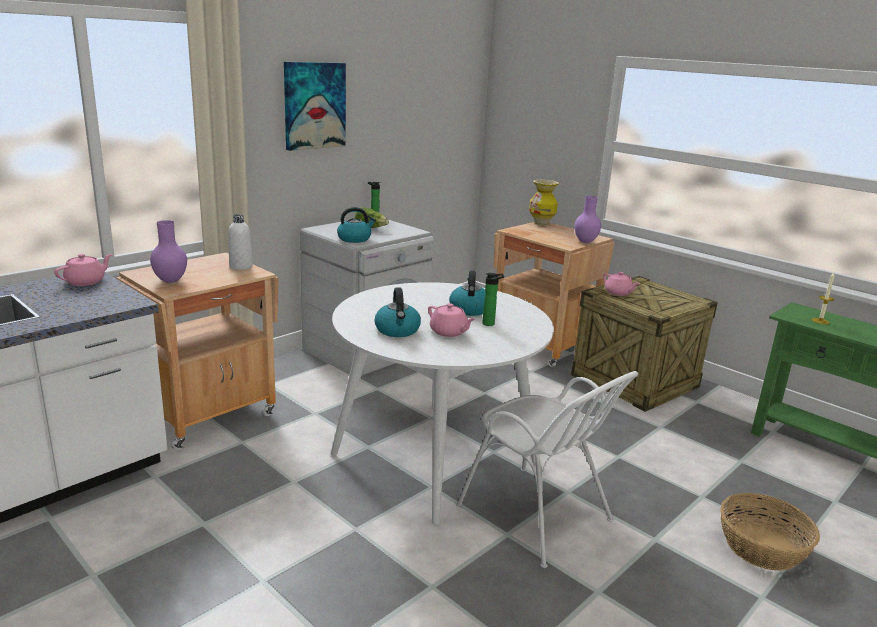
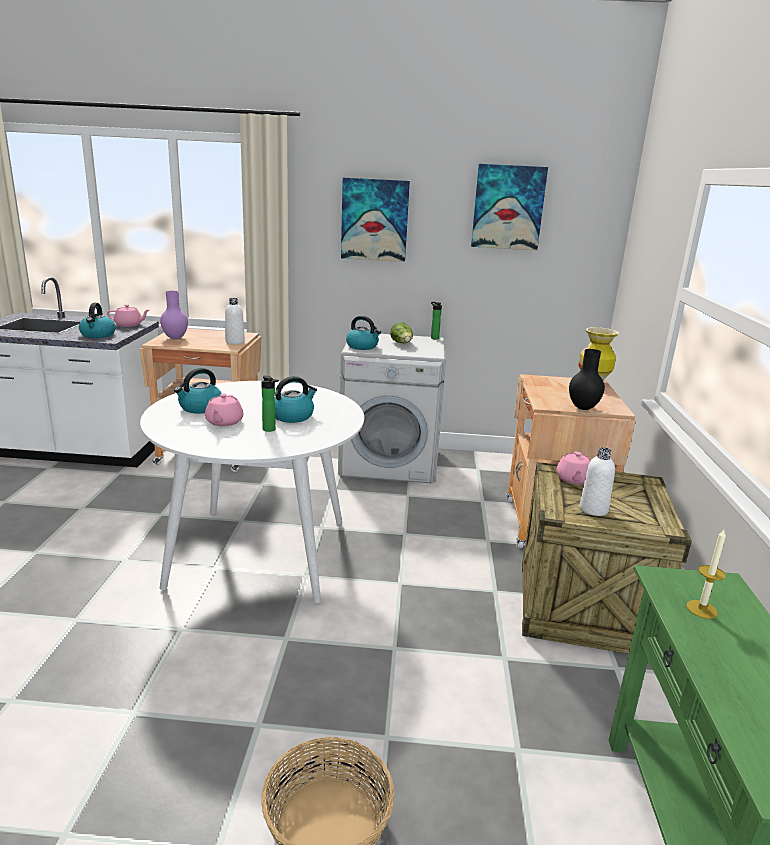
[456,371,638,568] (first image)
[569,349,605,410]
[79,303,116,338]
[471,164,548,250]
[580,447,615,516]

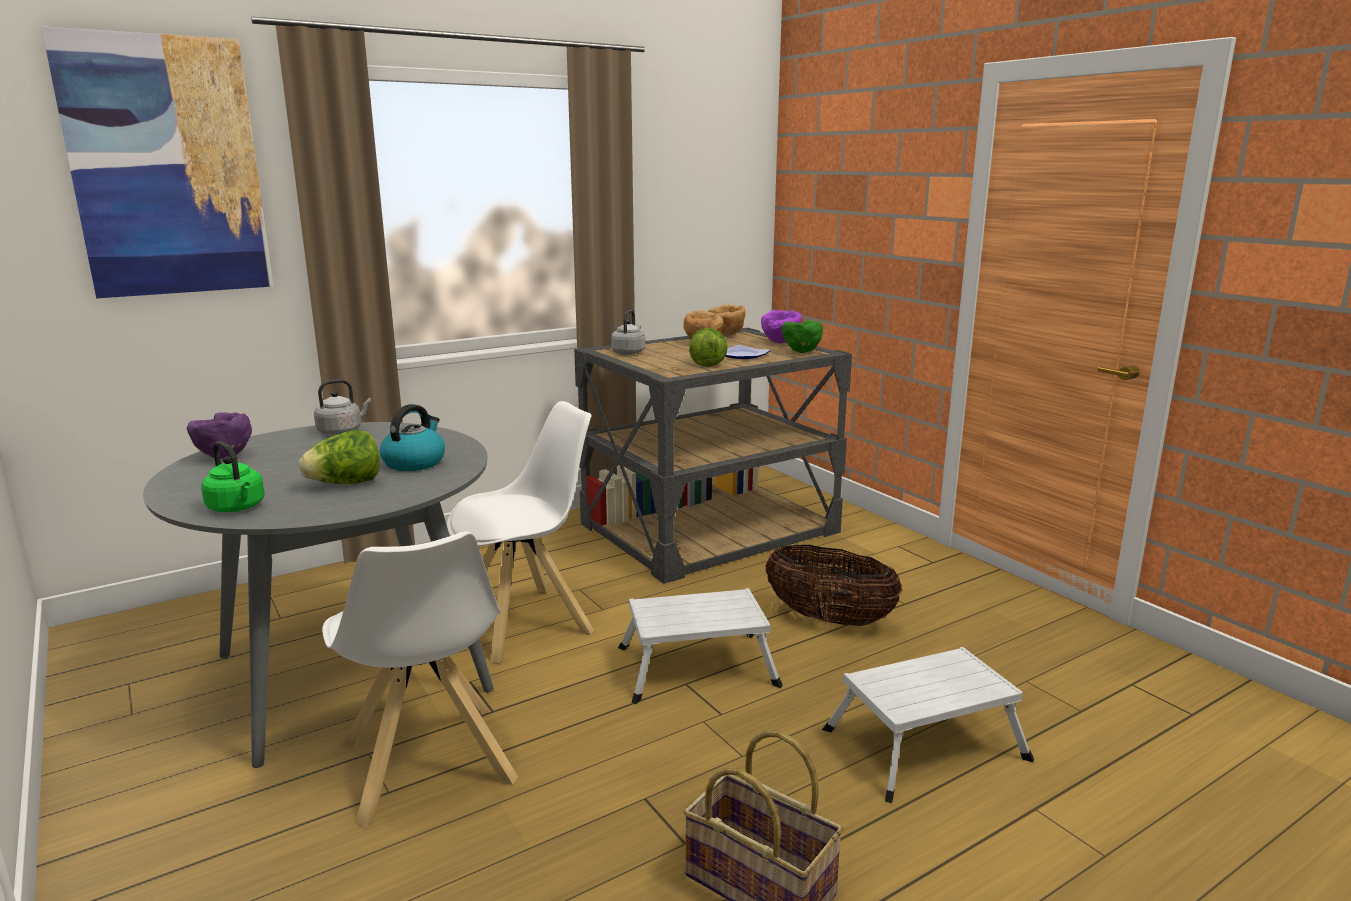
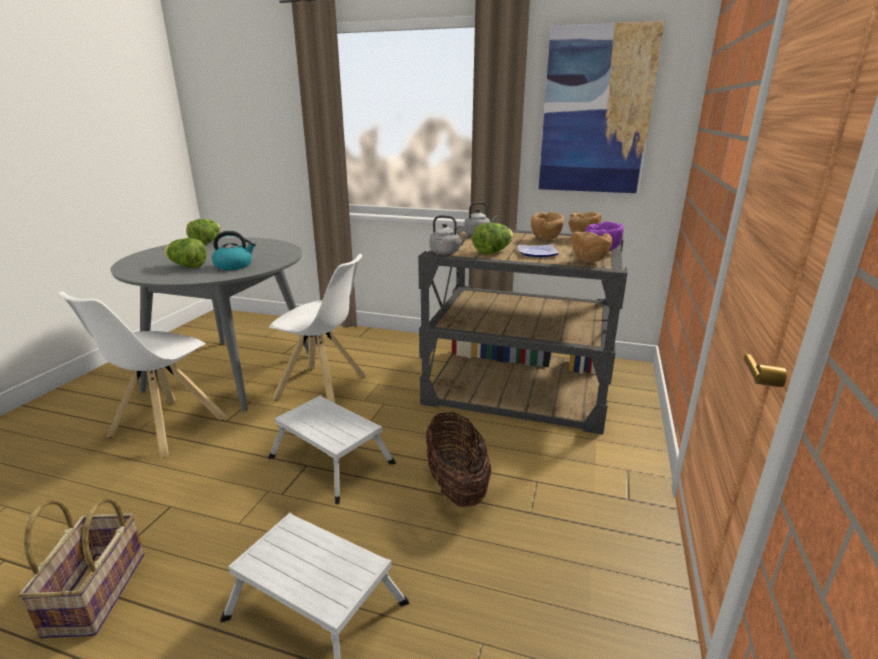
[539,21,665,193]
[186,219,221,245]
[201,441,264,512] (first image)
[430,215,468,255]
[572,231,613,263]

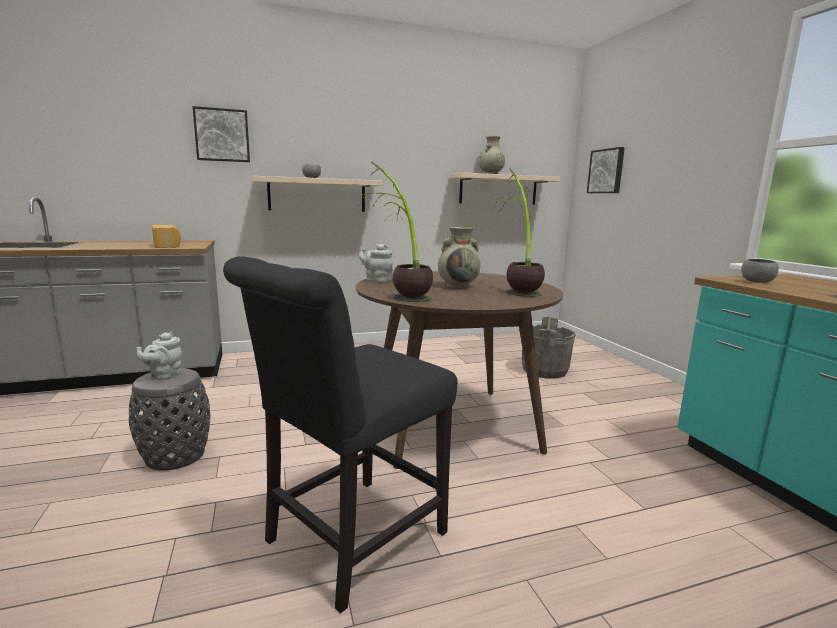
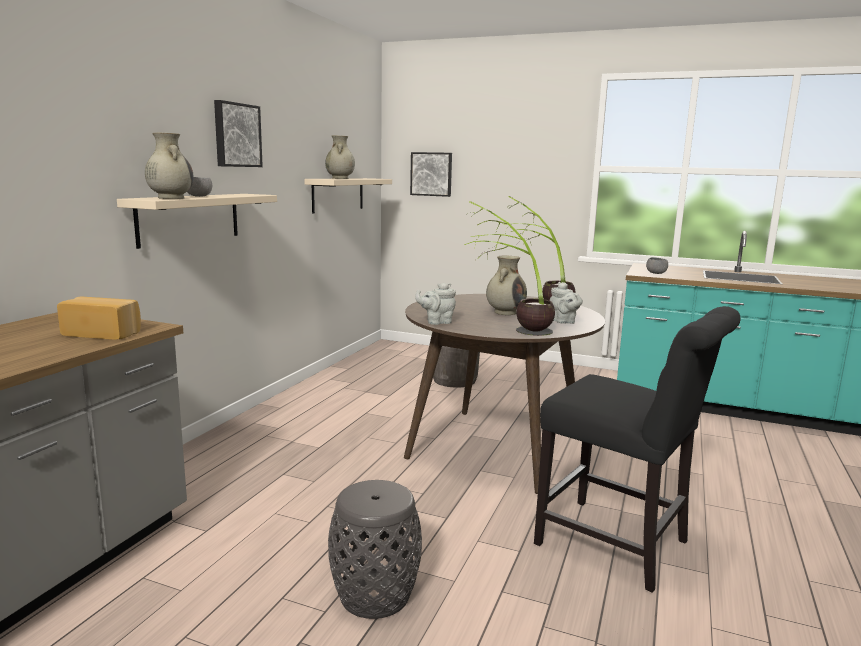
[550,282,583,324]
[214,100,263,167]
[534,306,740,593]
[145,133,194,199]

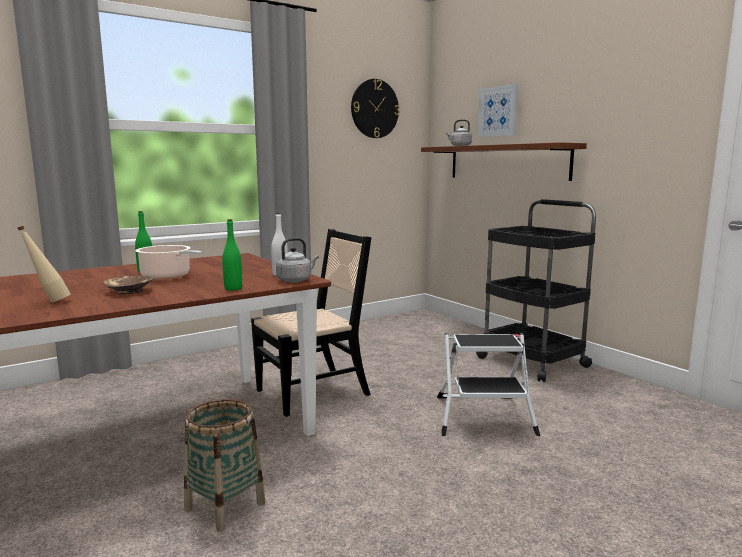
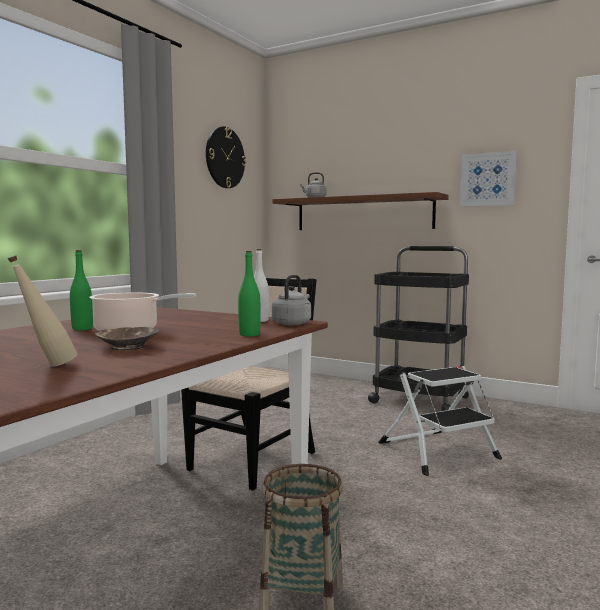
[460,151,517,207]

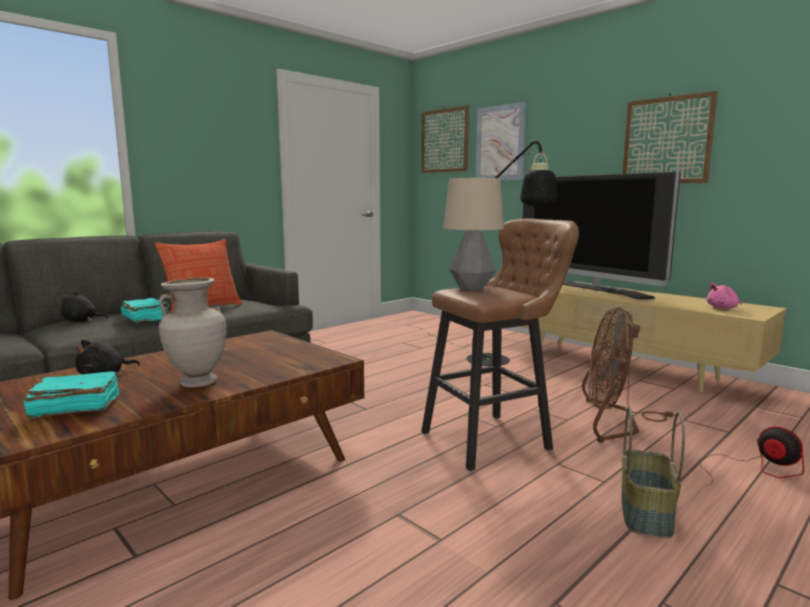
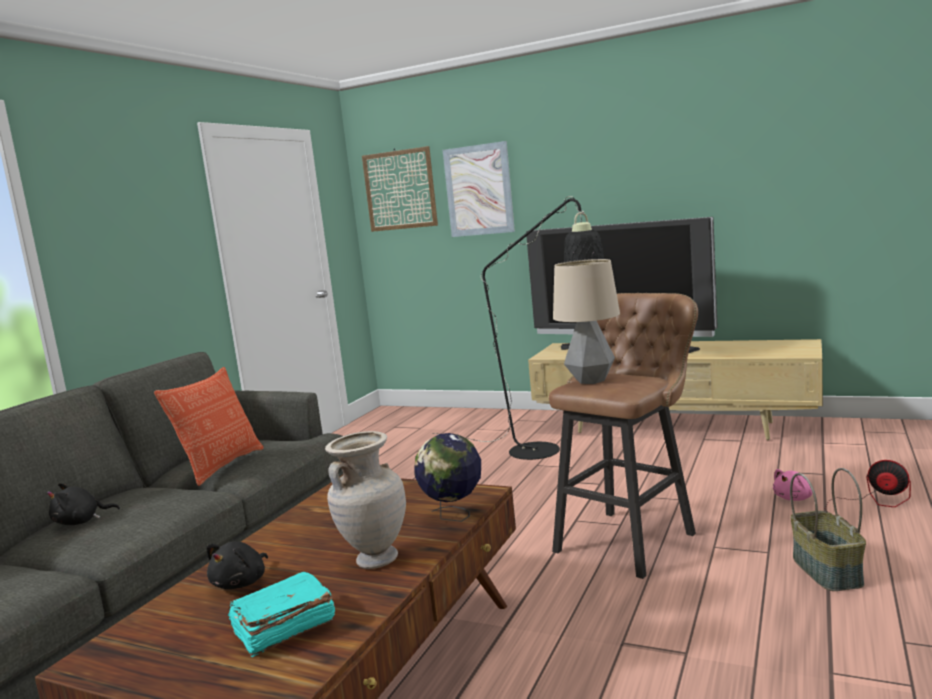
[121,298,170,323] (first image)
[582,307,676,443] (first image)
[622,91,718,184] (first image)
[773,469,813,501]
[415,433,481,522]

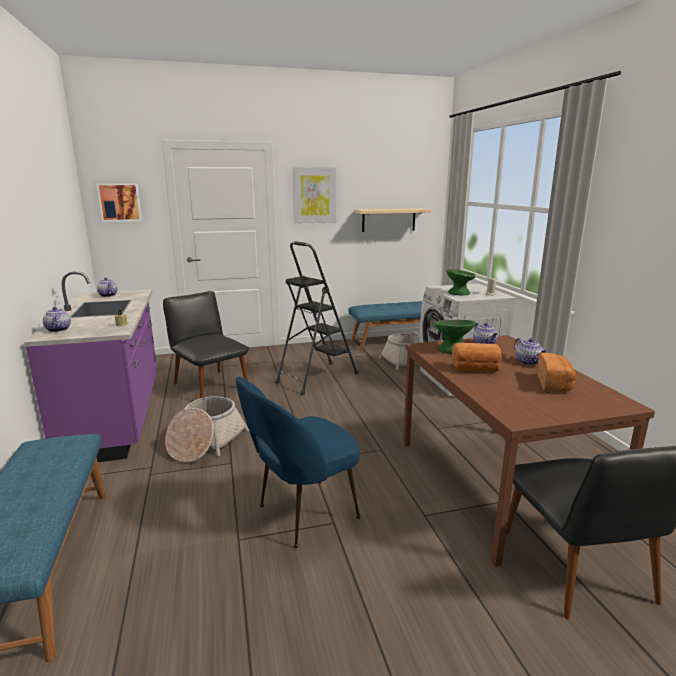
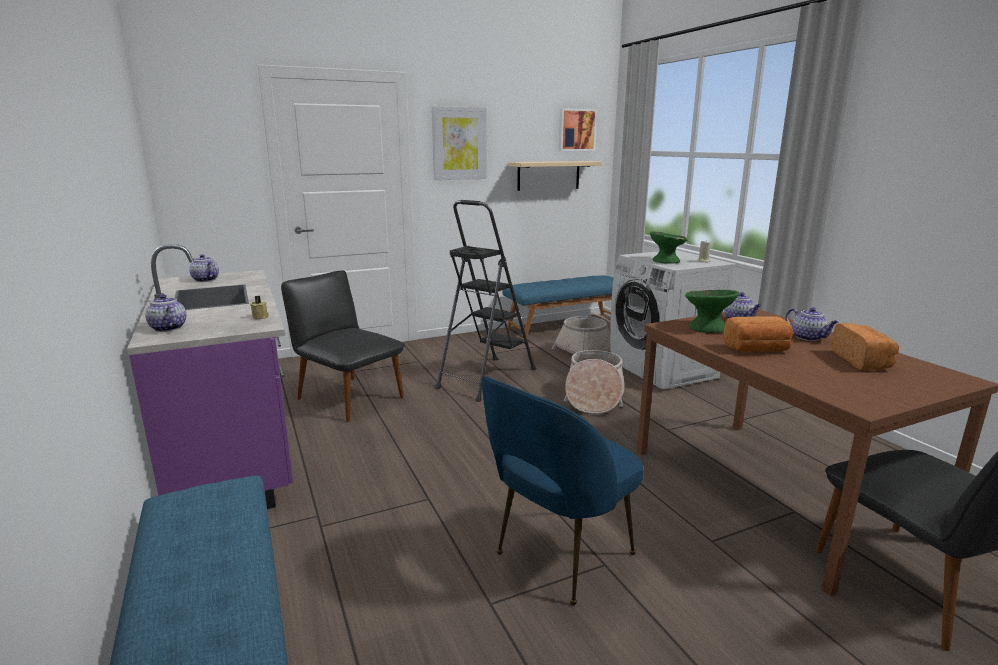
[559,108,597,151]
[564,350,625,414]

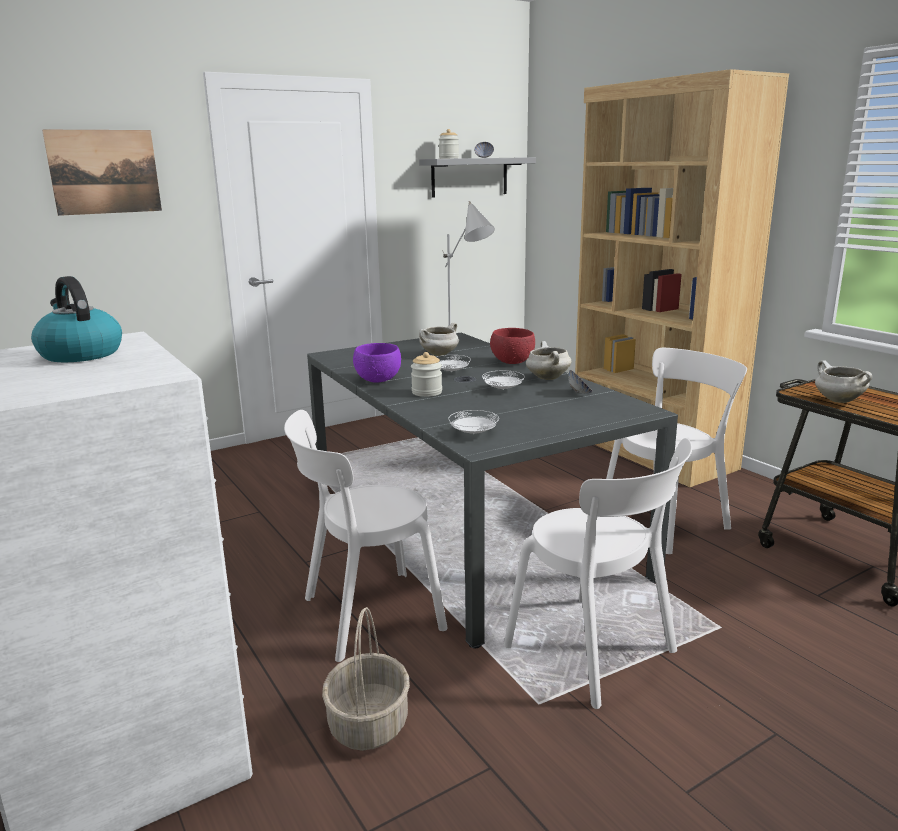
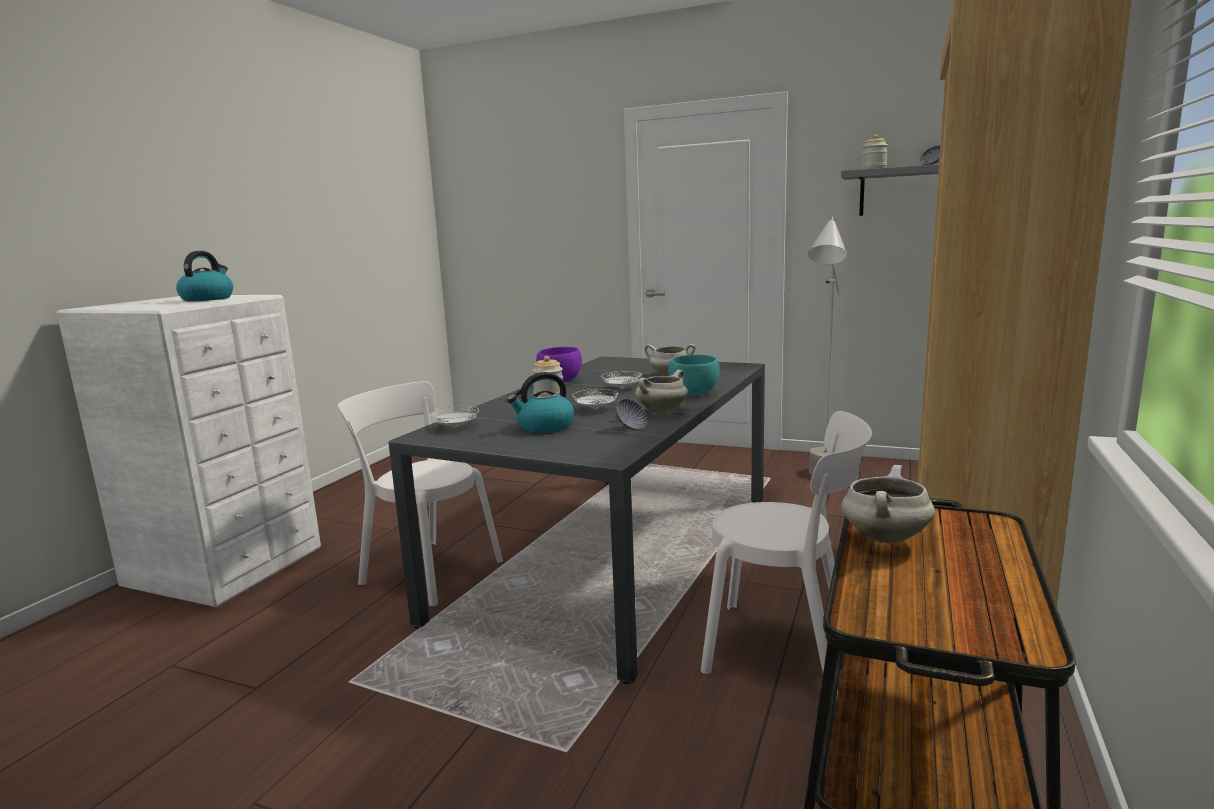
[42,130,162,216] (first image)
[322,607,410,751] (first image)
[668,354,719,395]
[504,438,692,709] (first image)
[507,372,574,433]

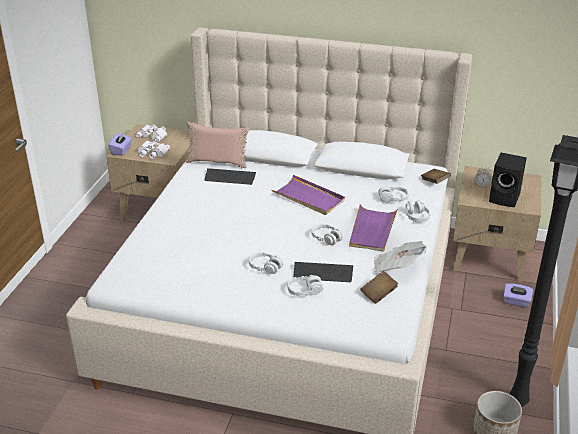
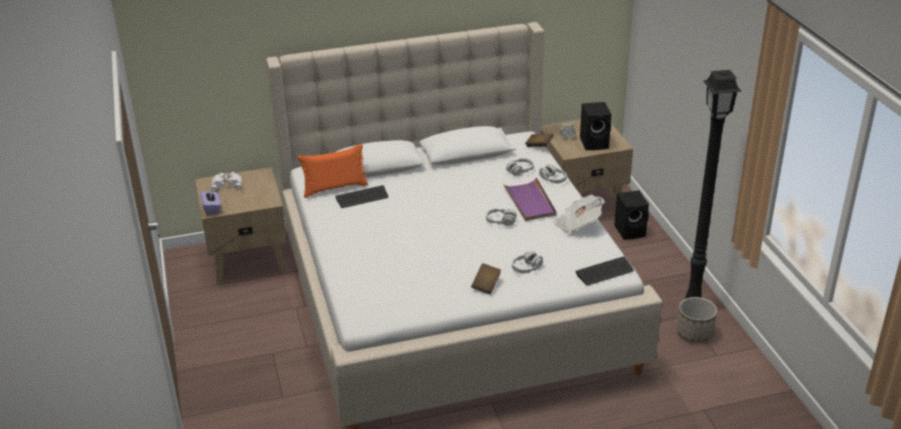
[137,140,170,159] (first image)
[297,144,368,198]
[249,252,283,274] (first image)
[272,175,345,215] (first image)
[575,256,634,286]
[471,263,501,294]
[614,190,649,239]

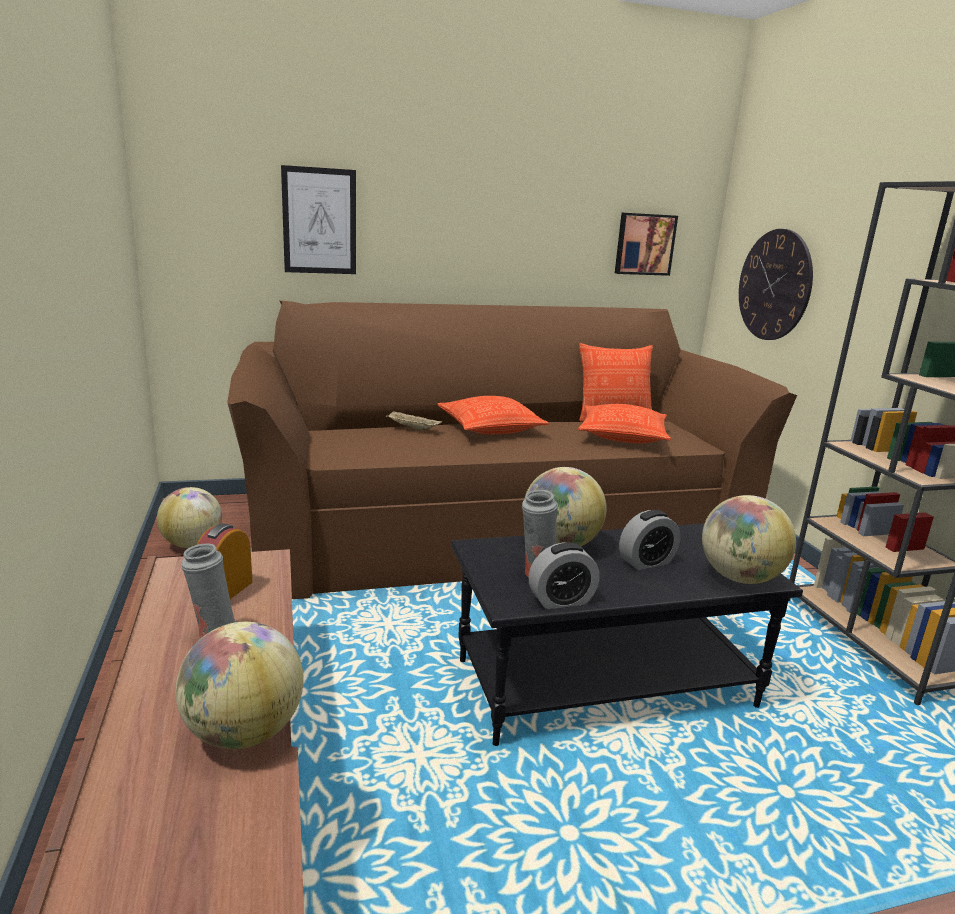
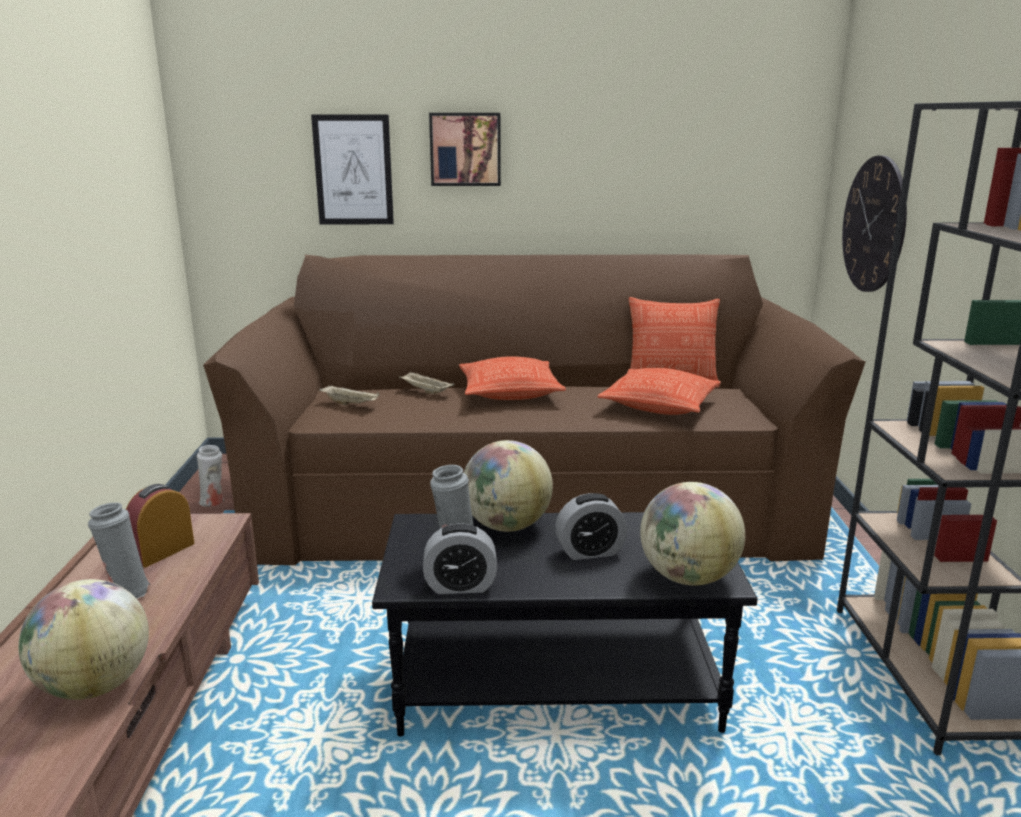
[197,445,224,507]
[429,113,501,186]
[319,385,380,405]

